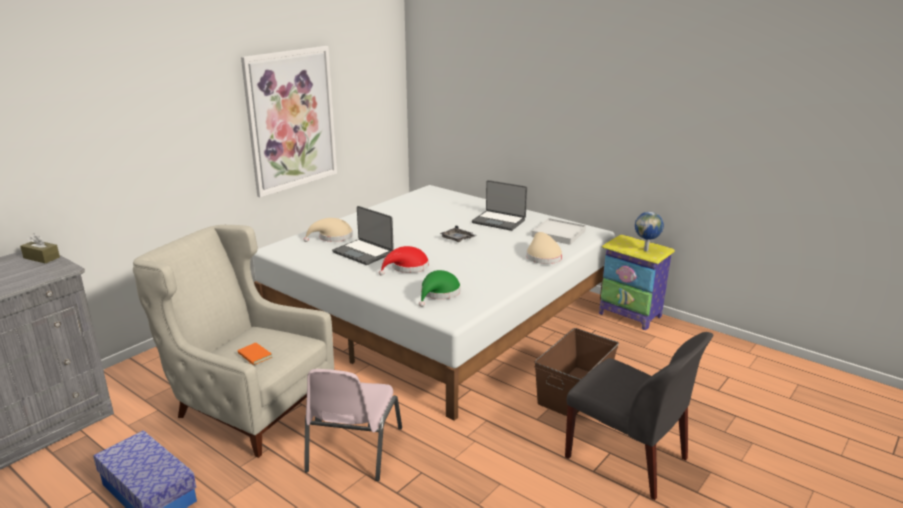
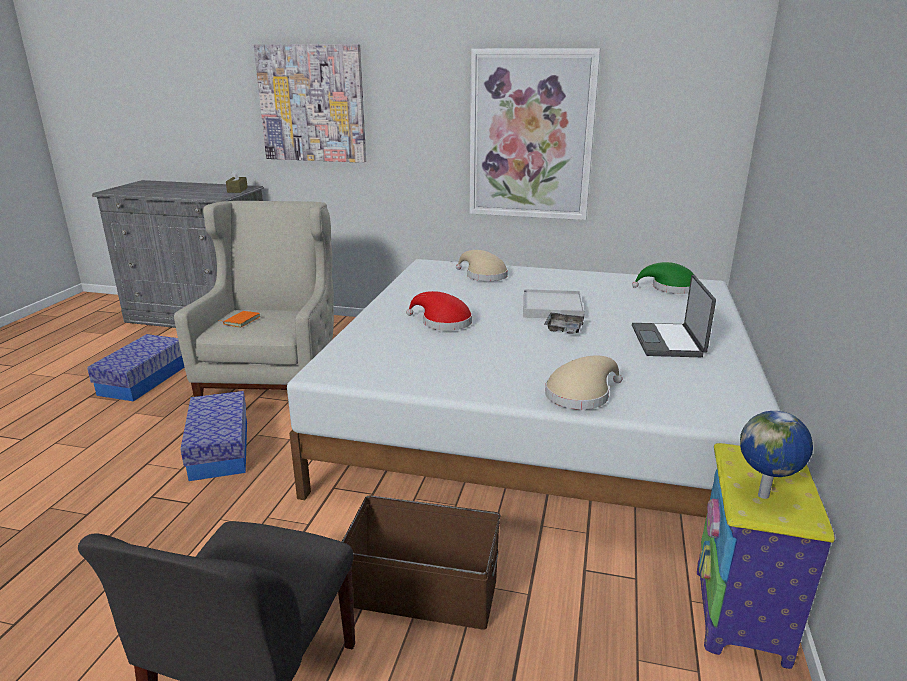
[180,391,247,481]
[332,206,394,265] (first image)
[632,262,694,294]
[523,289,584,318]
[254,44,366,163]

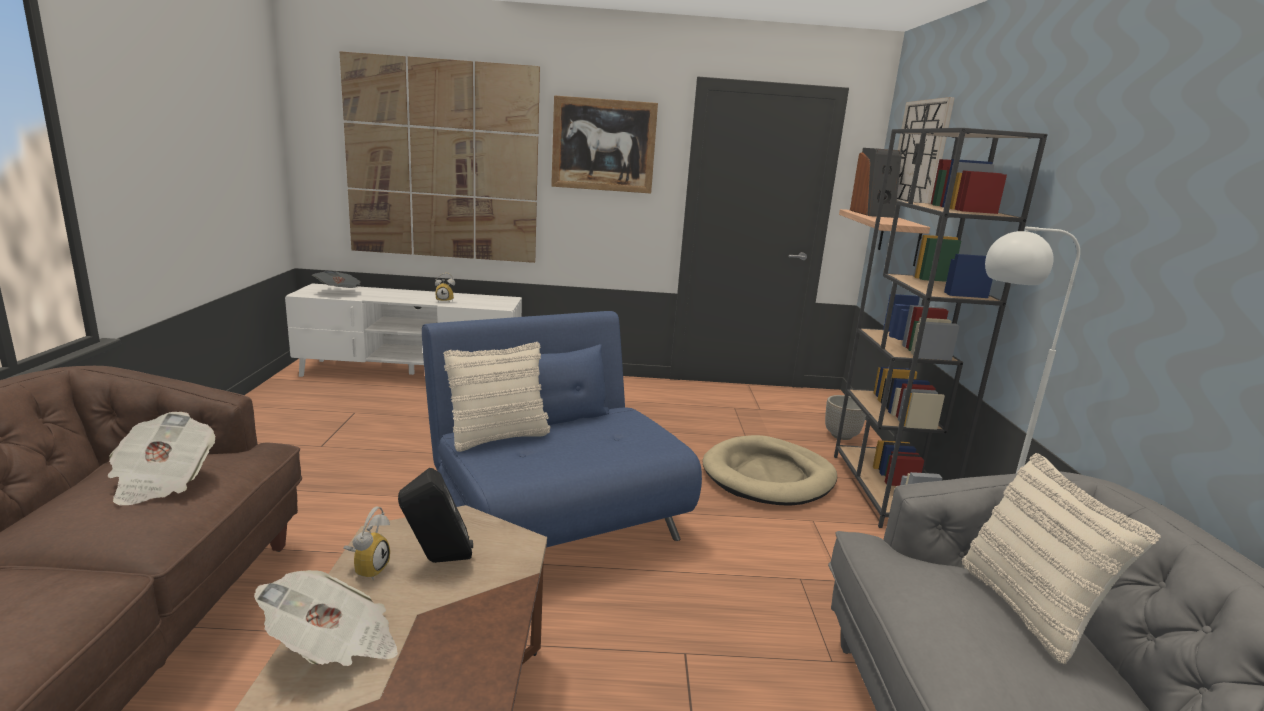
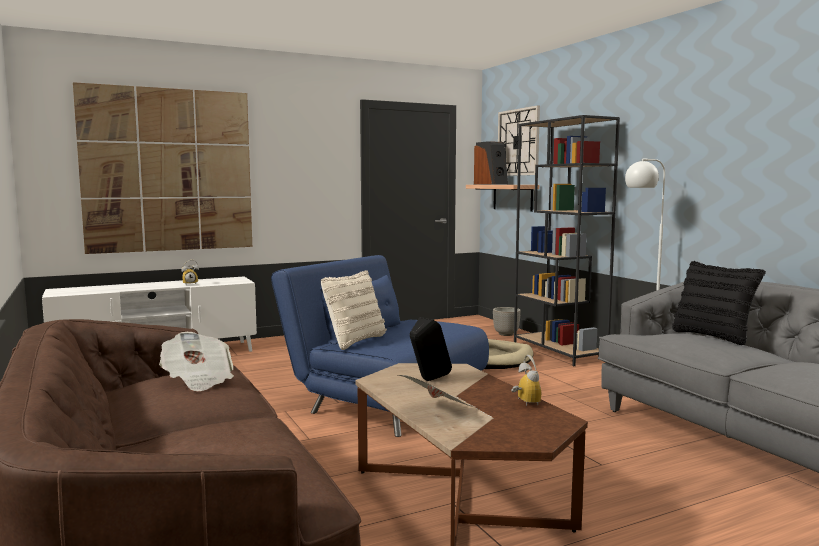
[312,271,361,288] (first image)
[511,355,541,406]
[551,95,658,194] (first image)
[672,261,766,345]

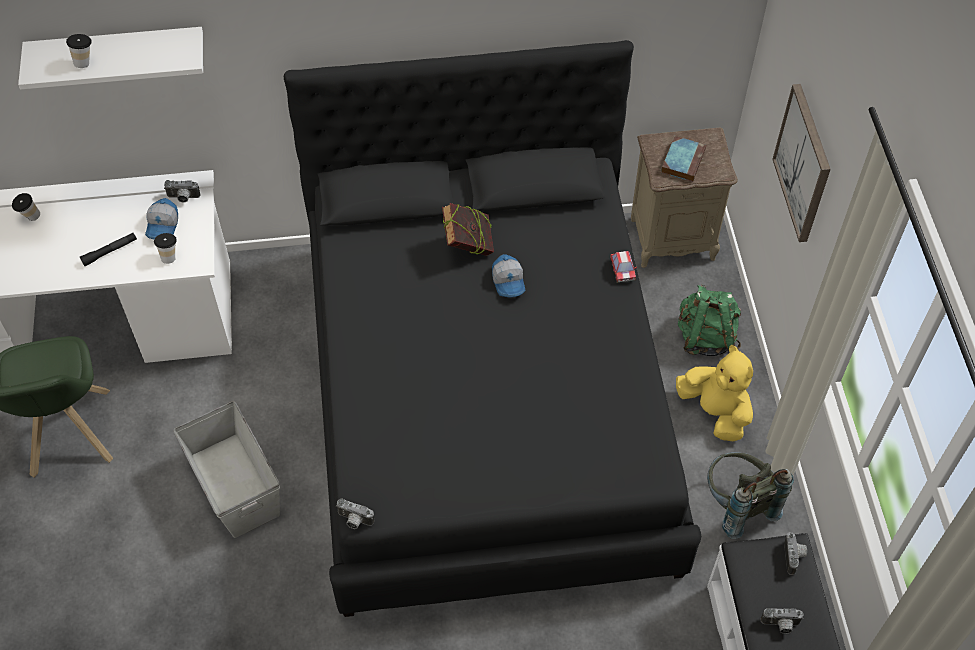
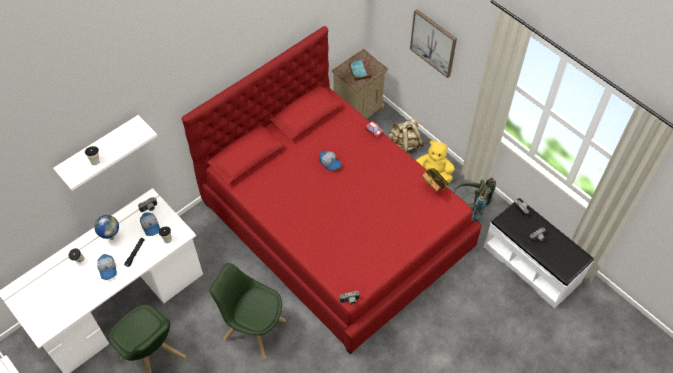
[210,263,286,360]
[182,26,482,354]
[421,168,449,192]
[388,119,424,154]
[94,215,119,240]
[97,254,117,280]

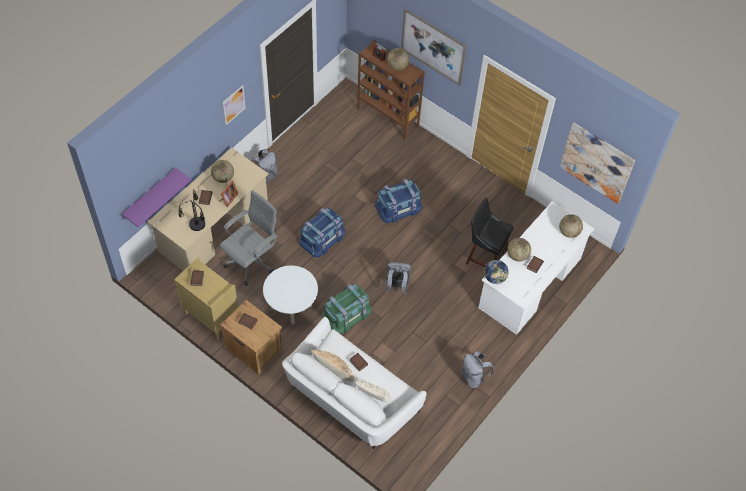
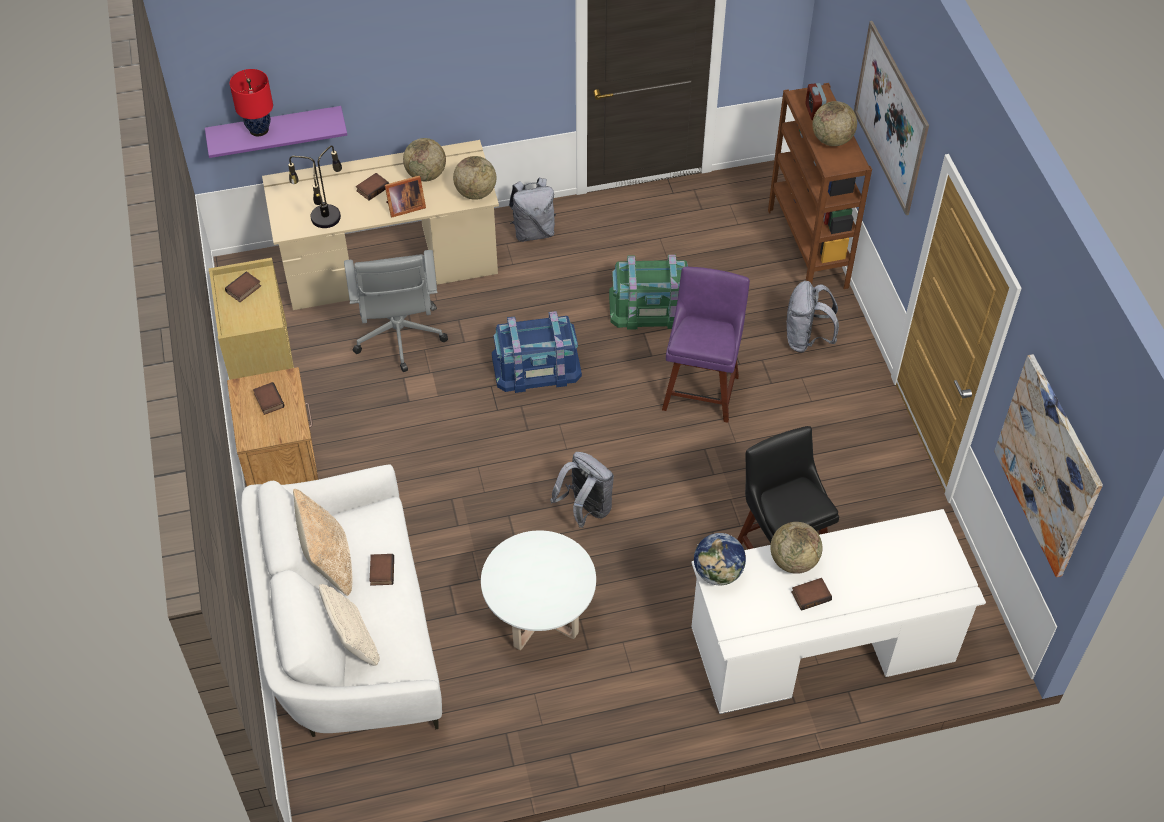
[344,250,448,372]
[222,85,246,125] (first image)
[481,531,596,650]
[609,255,688,330]
[662,267,750,423]
[786,281,839,353]
[453,156,496,200]
[230,69,273,136]

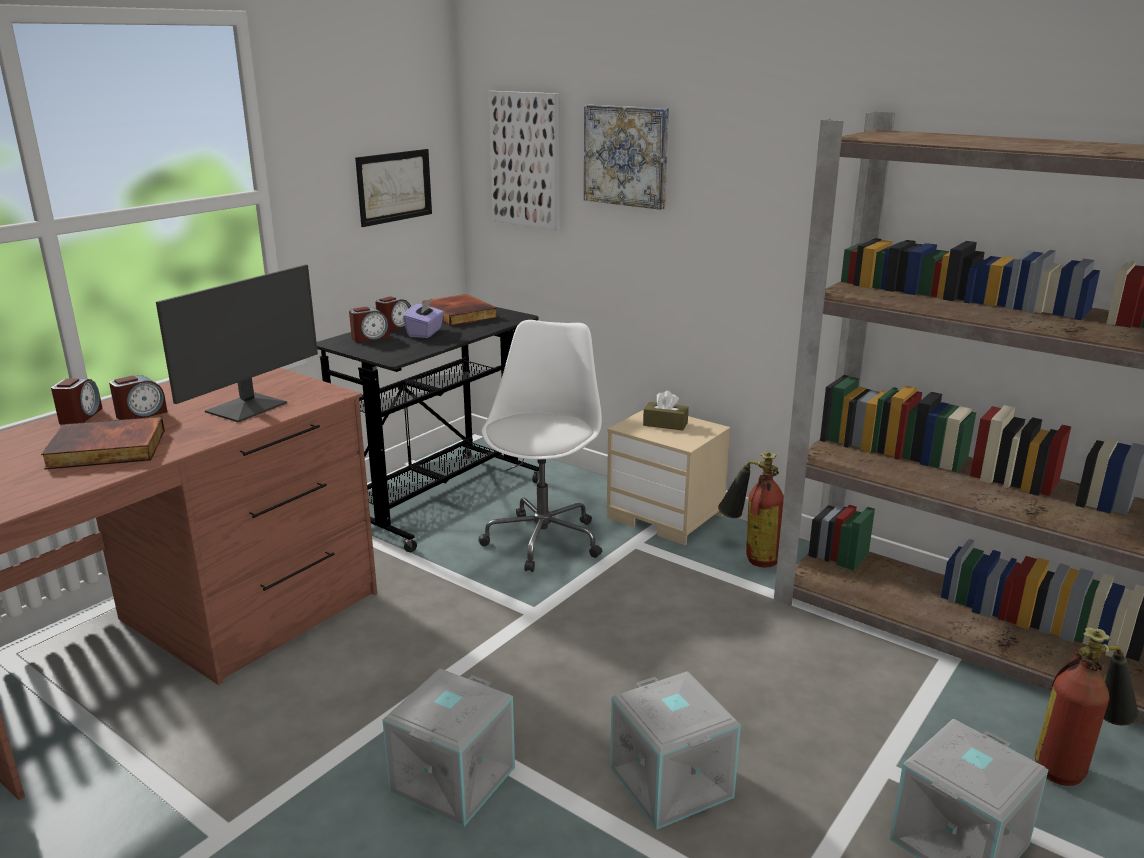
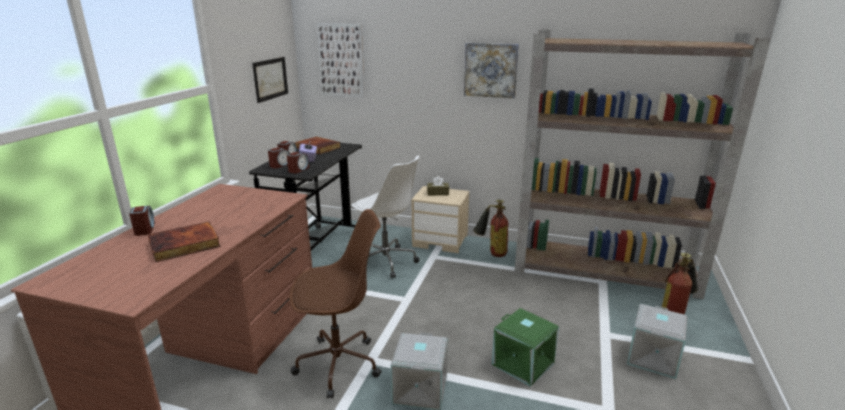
[287,152,309,174]
[156,264,318,422] (first image)
[351,156,420,278]
[464,43,519,98]
[492,308,559,387]
[289,209,382,399]

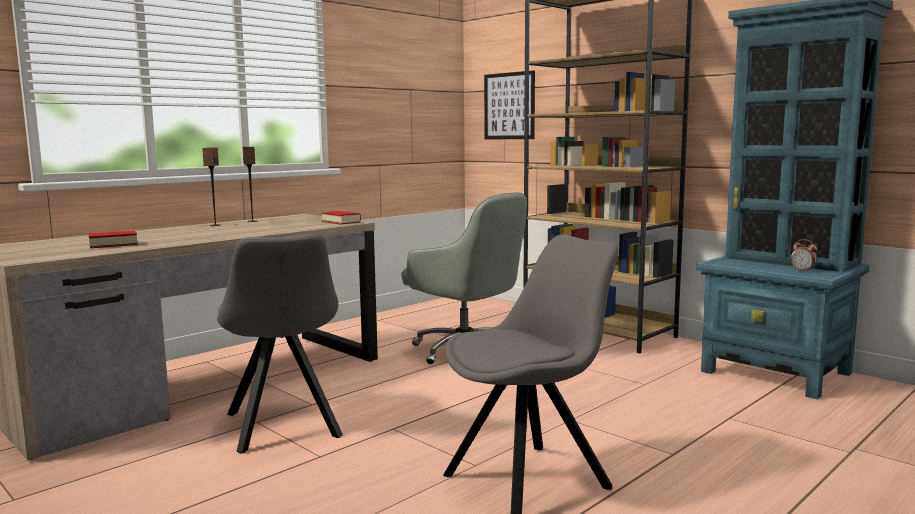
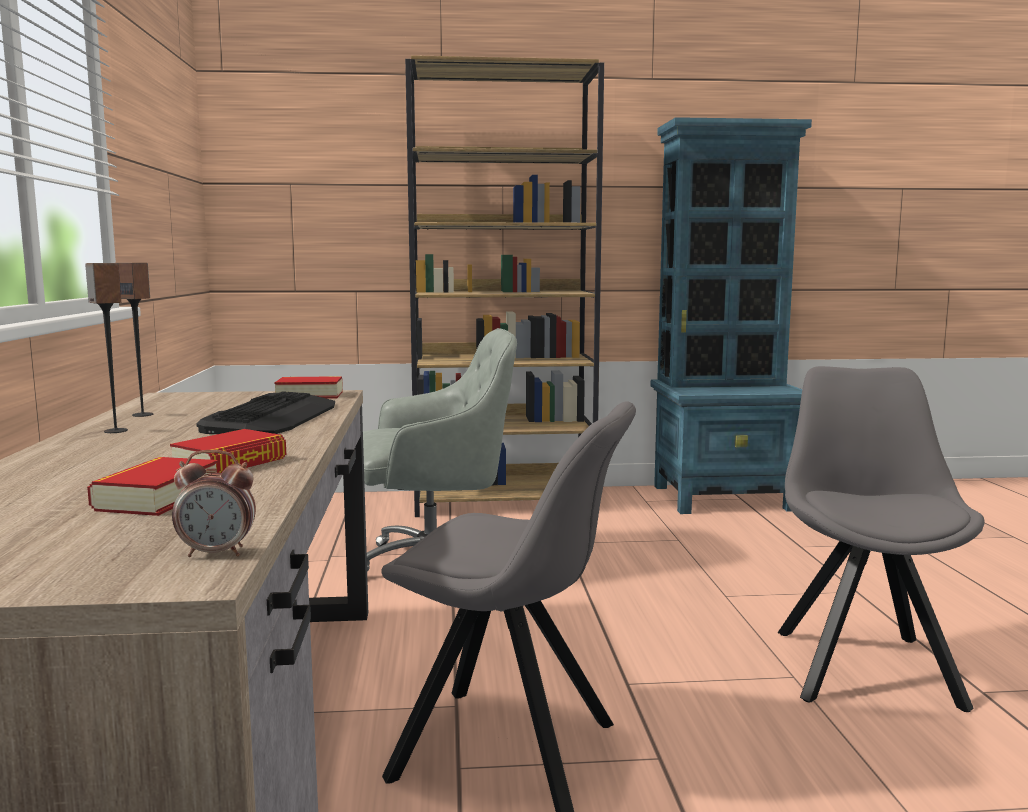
[484,70,535,139] (first image)
[172,450,256,557]
[170,429,286,473]
[196,391,335,434]

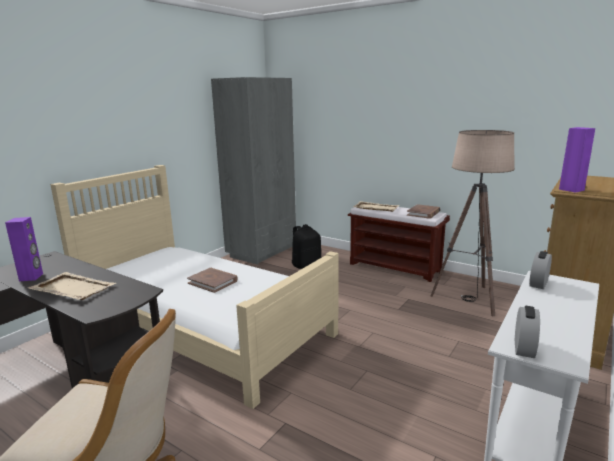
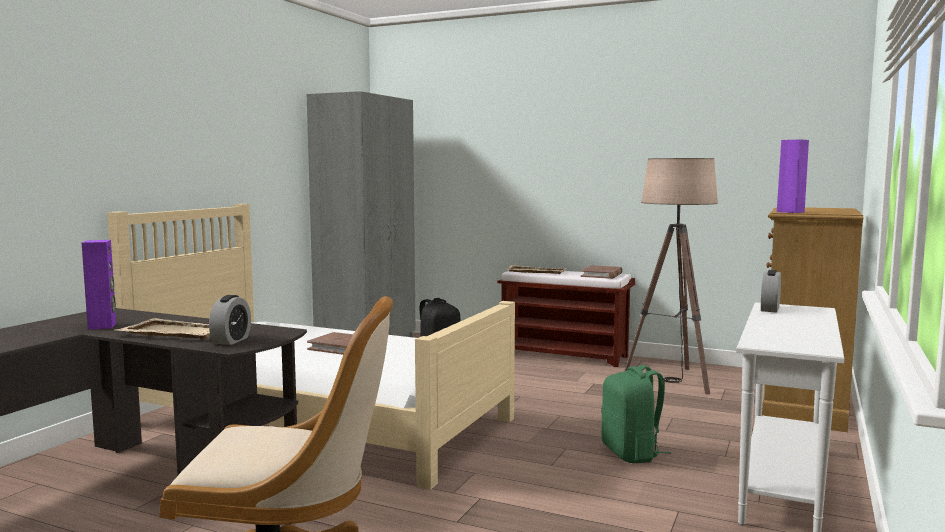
[209,295,251,345]
[601,365,671,463]

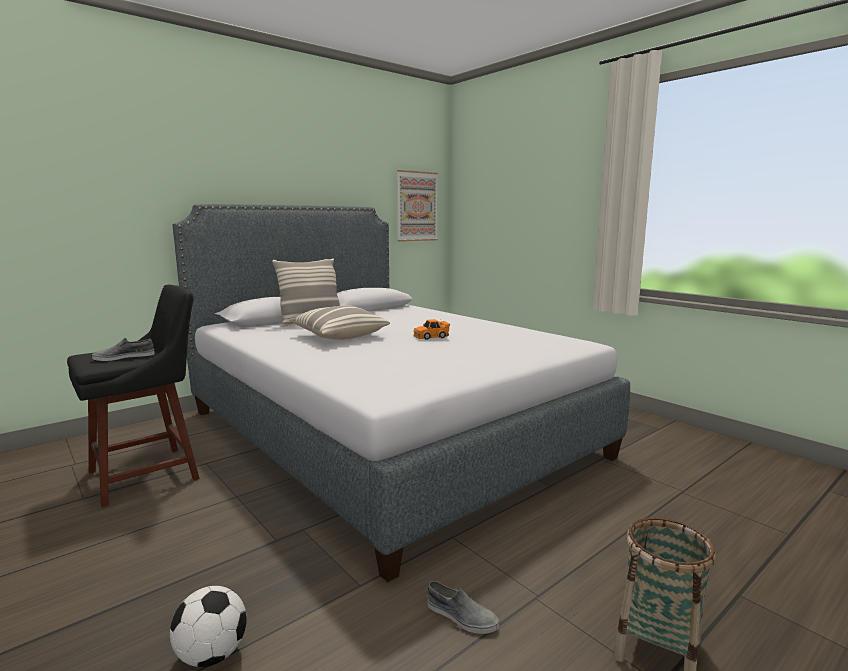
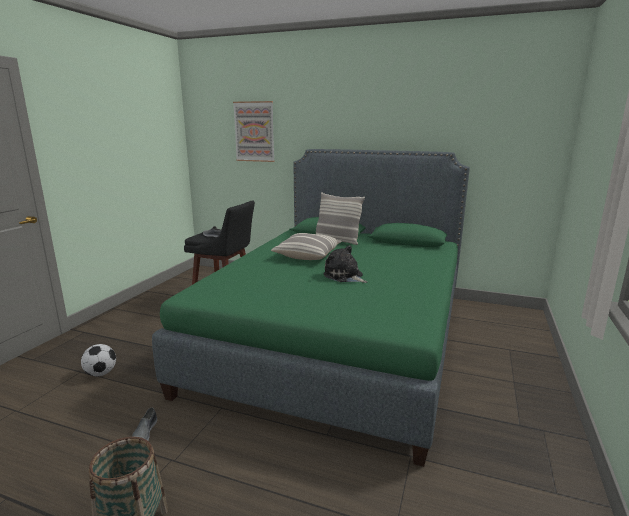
[152,149,470,467]
[233,101,275,162]
[323,245,367,283]

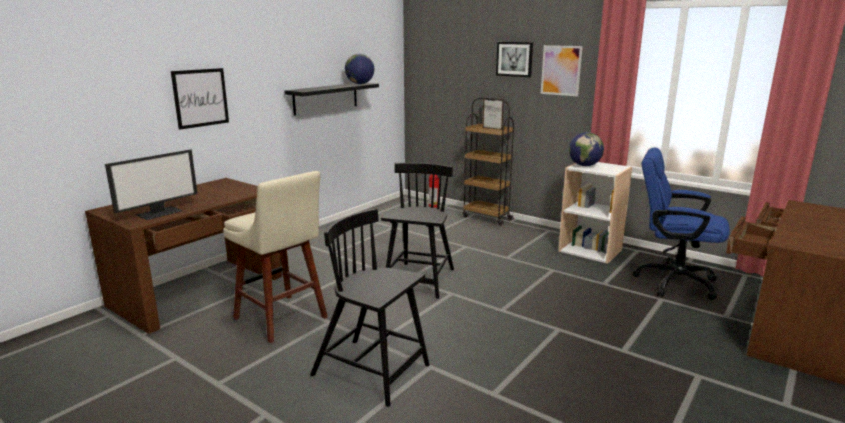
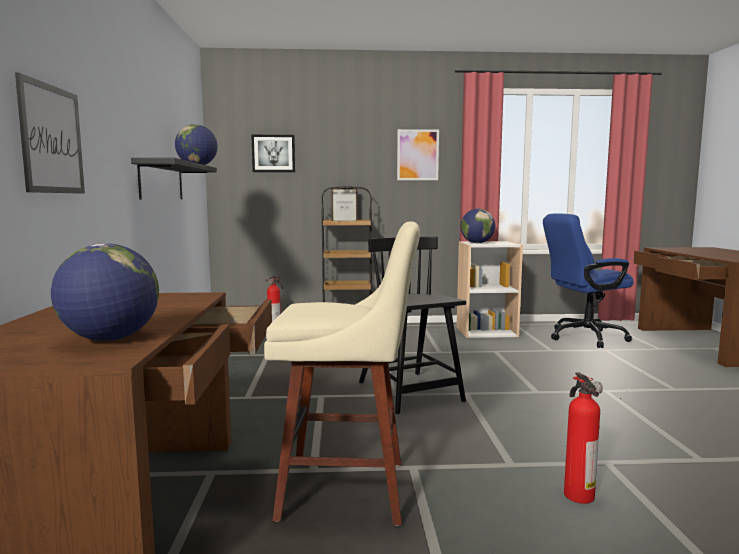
[51,243,159,341]
[564,372,603,504]
[251,135,295,172]

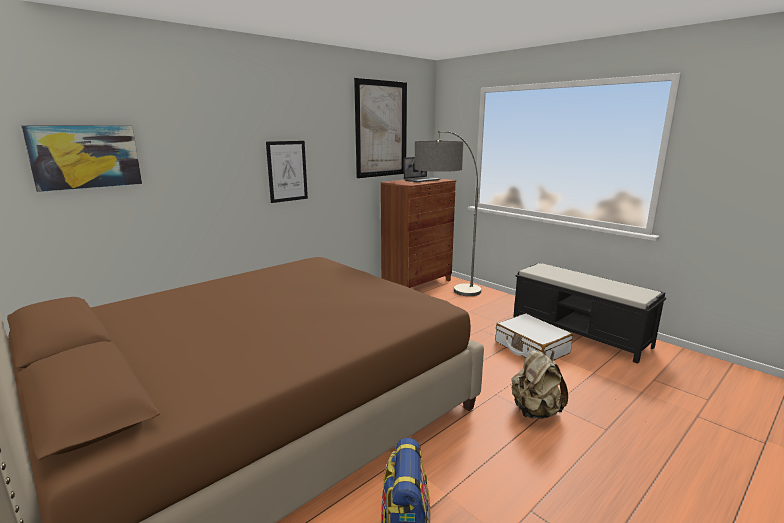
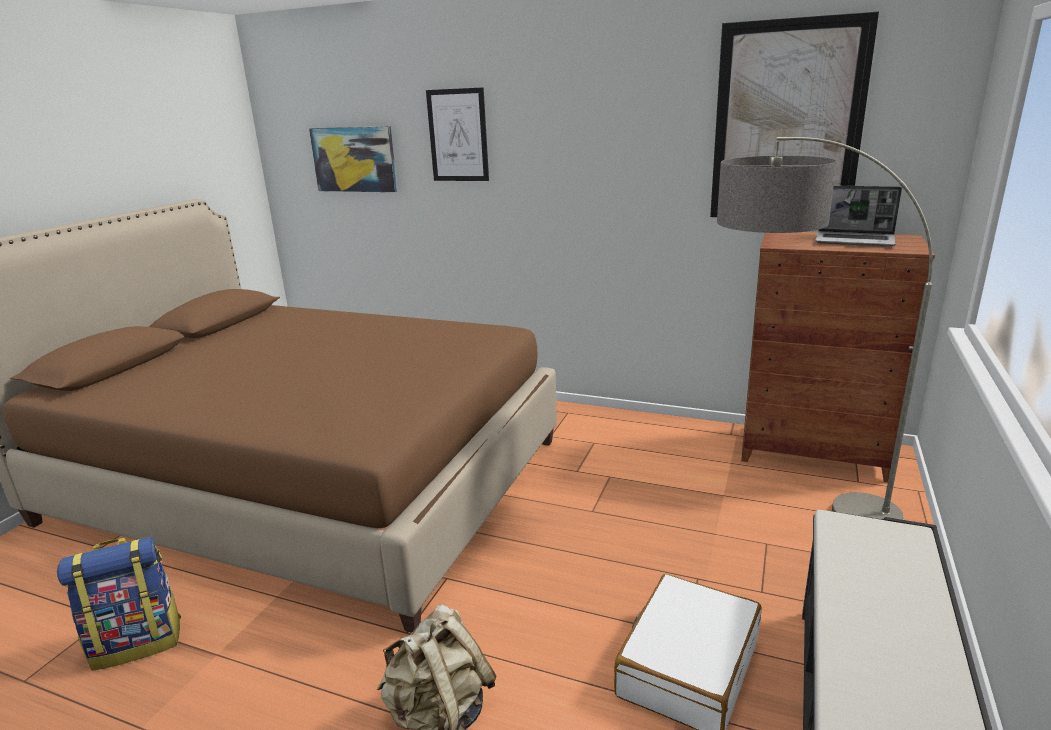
[426,88,489,181]

